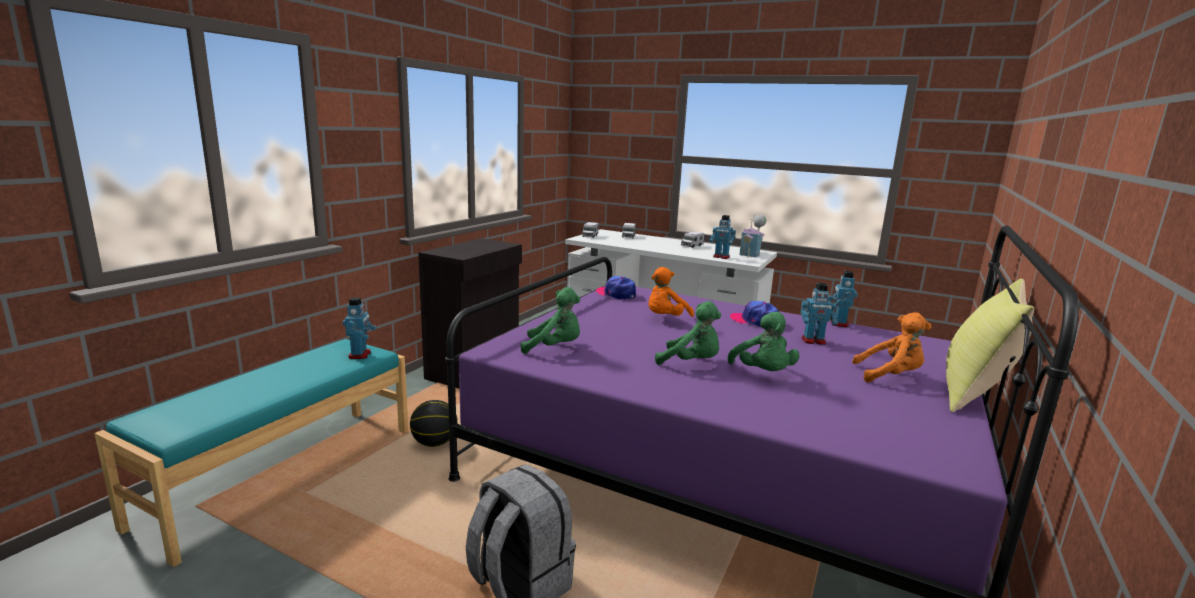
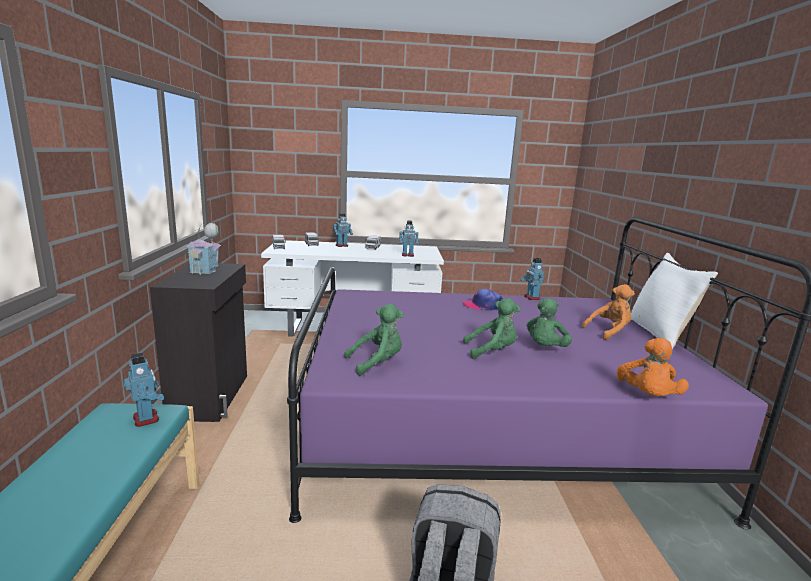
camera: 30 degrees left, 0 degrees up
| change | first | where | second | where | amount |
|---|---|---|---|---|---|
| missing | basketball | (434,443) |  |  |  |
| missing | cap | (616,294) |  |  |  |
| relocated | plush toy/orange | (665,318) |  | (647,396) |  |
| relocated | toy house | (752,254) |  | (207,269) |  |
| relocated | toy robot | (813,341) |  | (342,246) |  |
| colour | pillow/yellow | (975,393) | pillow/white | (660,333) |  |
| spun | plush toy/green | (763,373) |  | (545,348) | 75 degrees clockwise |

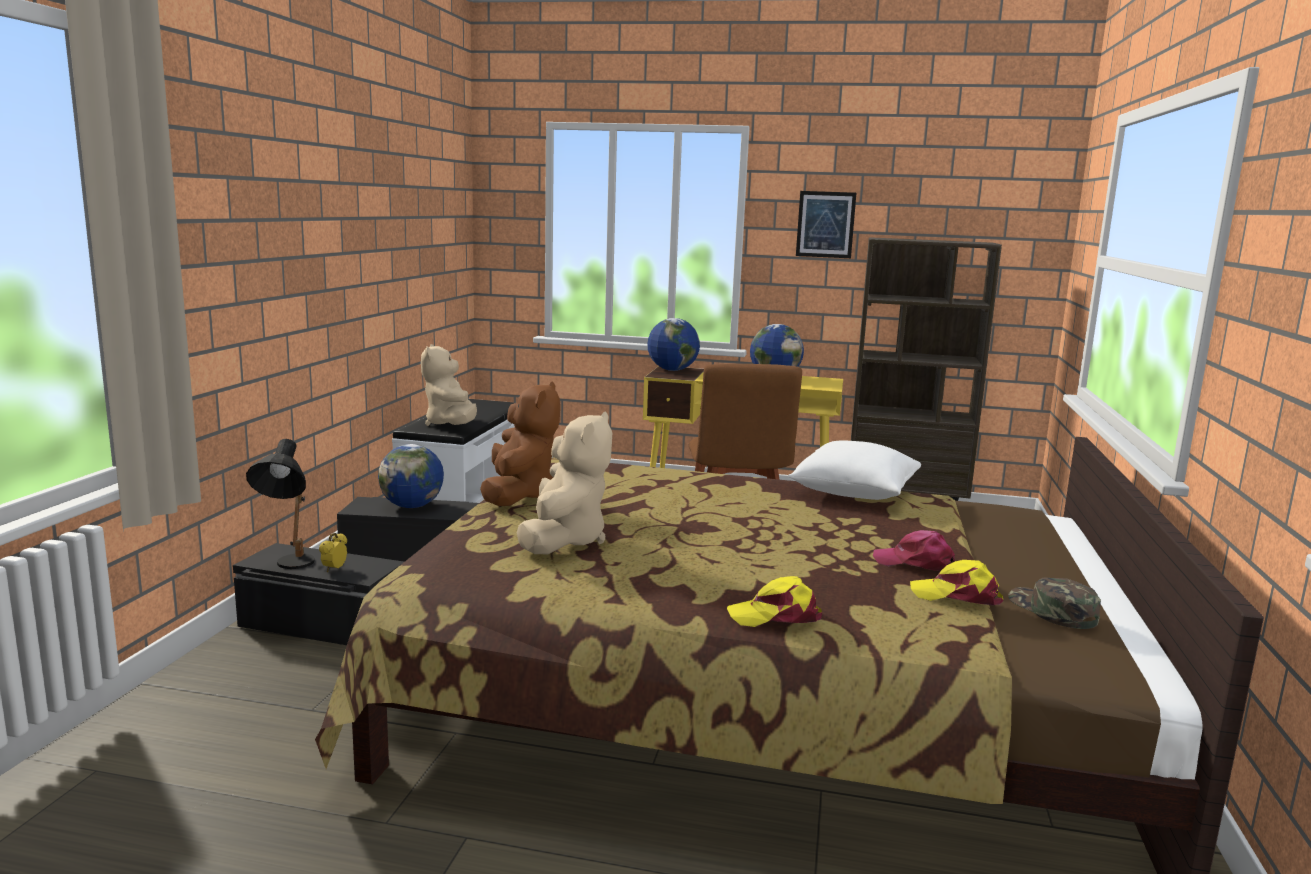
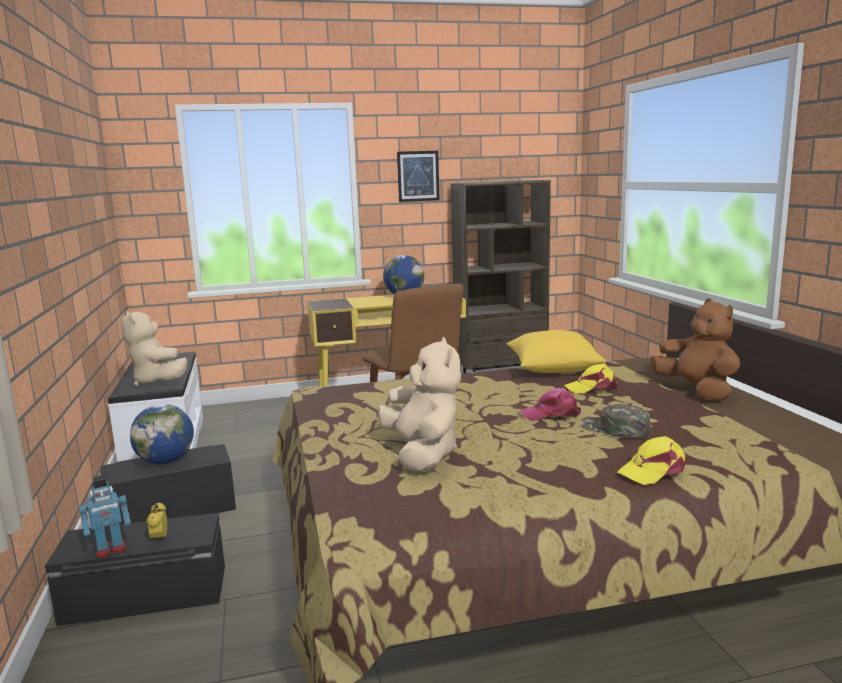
camera: 25 degrees left, 0 degrees up
| change | first | where | second | where | amount |
|---|---|---|---|---|---|
| missing | globe | (672,370) |  |  |  |
| relocated | plush toy/brown | (519,495) |  | (696,391) |  |
| relocated | cap/pink | (915,563) |  | (551,414) |  |
| relocated | cap/yellow | (957,595) |  | (592,387) |  |
| relocated | cap/green | (1051,610) |  | (614,429) |  |
| exchanged | table lamp/black | (289,567) | toy robot | (110,550) |  |
| colour | pillow/white | (853,493) | pillow/yellow | (553,369) |  |

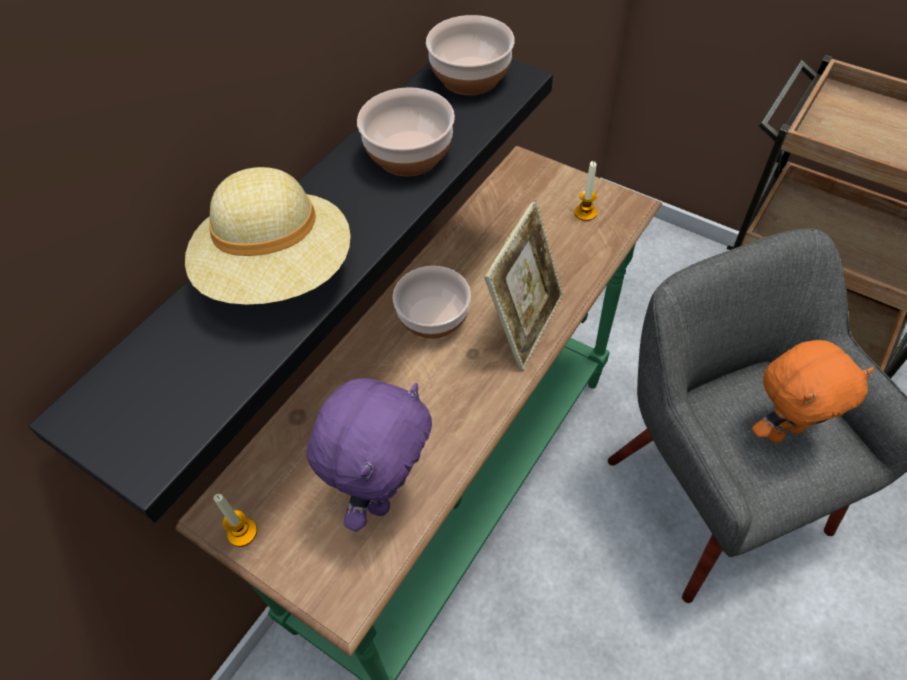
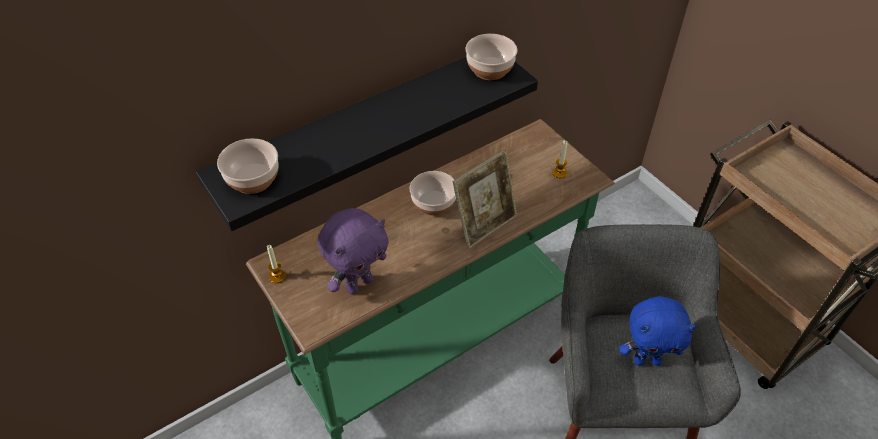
camera: 20 degrees right, 5 degrees down
| change | first | where | second | where | amount |
|---|---|---|---|---|---|
| missing | hat/beige | (278,273) |  |  |  |
| relocated | bowl | (409,155) |  | (253,180) |  |
| colour | plush toy/orange | (782,430) | plush toy/blue | (647,360) |  |

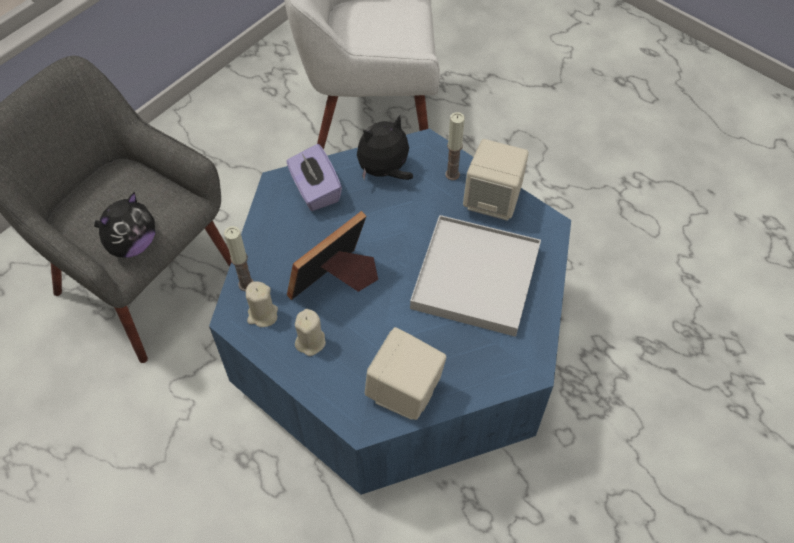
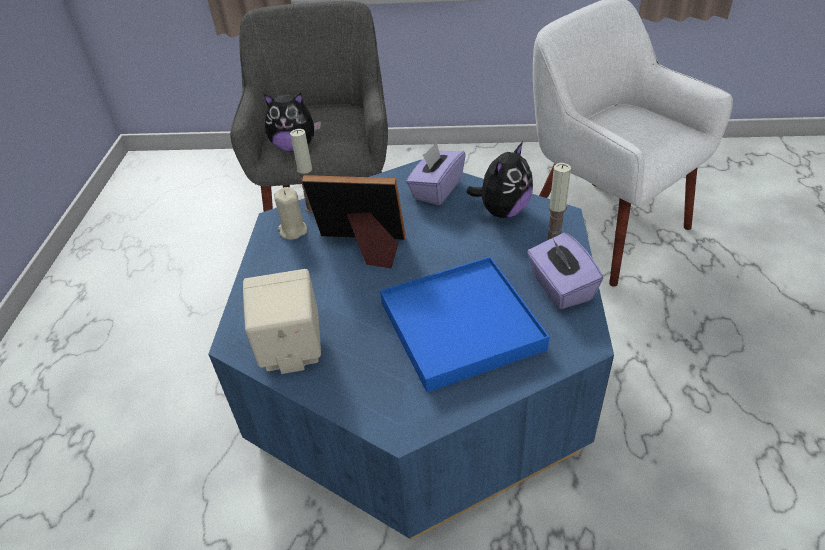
camera: 55 degrees right, 15 degrees down
| change | first | where | second | where | amount |
|---|---|---|---|---|---|
| missing | candle/beige | (310,342) |  |  |  |
| exchanged | speaker/beige | (493,200) | tissue box/purple | (560,287) |  |
| colour | tray/white | (476,278) | tray/blue | (461,326) |  |
| spun | plush toy | (385,171) |  | (502,211) | 105 degrees clockwise |

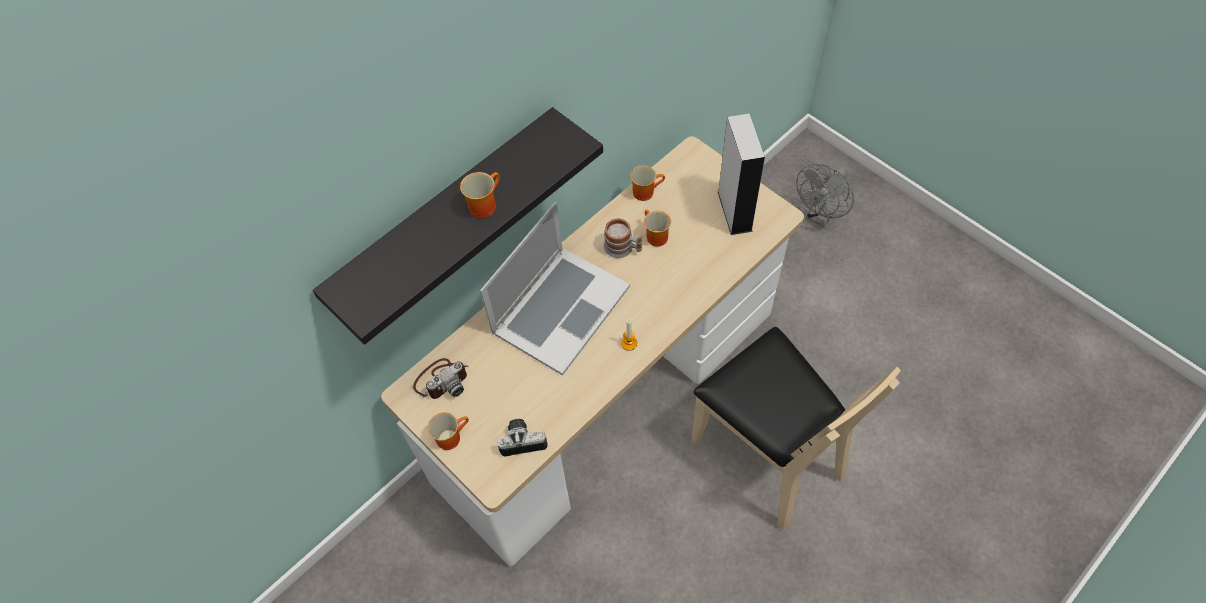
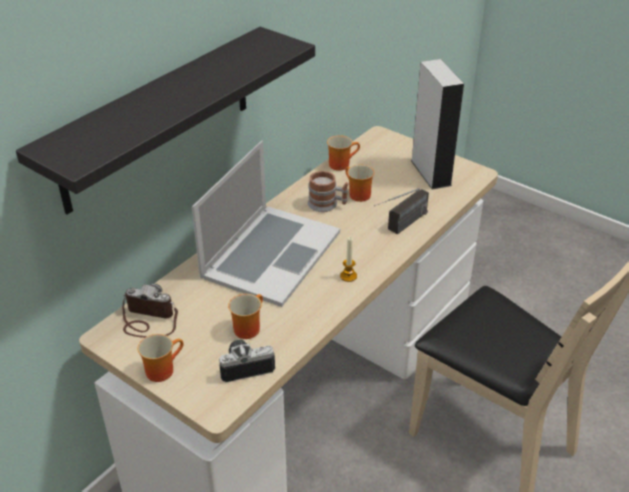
camera: 10 degrees left, 20 degrees down
| change | first | where | second | where | amount |
|---|---|---|---|---|---|
| missing | fan/grey | (820,216) |  |  |  |
| appeared |  |  | radio | (400,227) |  |
| relocated | mug | (483,204) |  | (247,327) |  |
| spun | photo camera | (442,380) |  | (148,320) | 120 degrees counterclockwise |

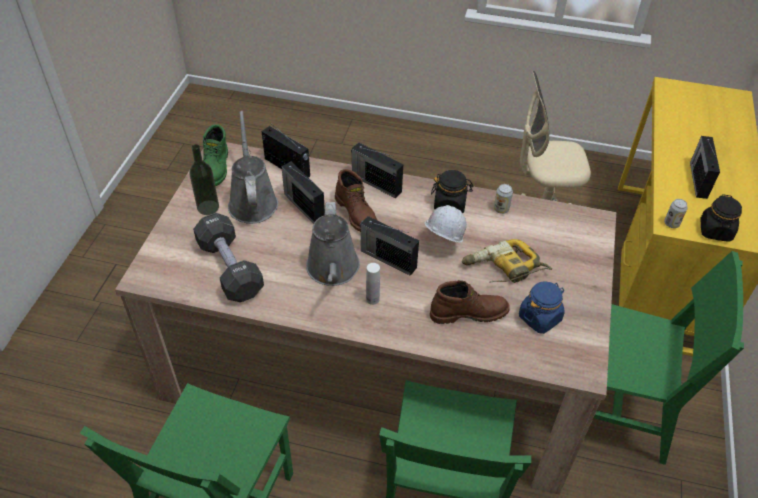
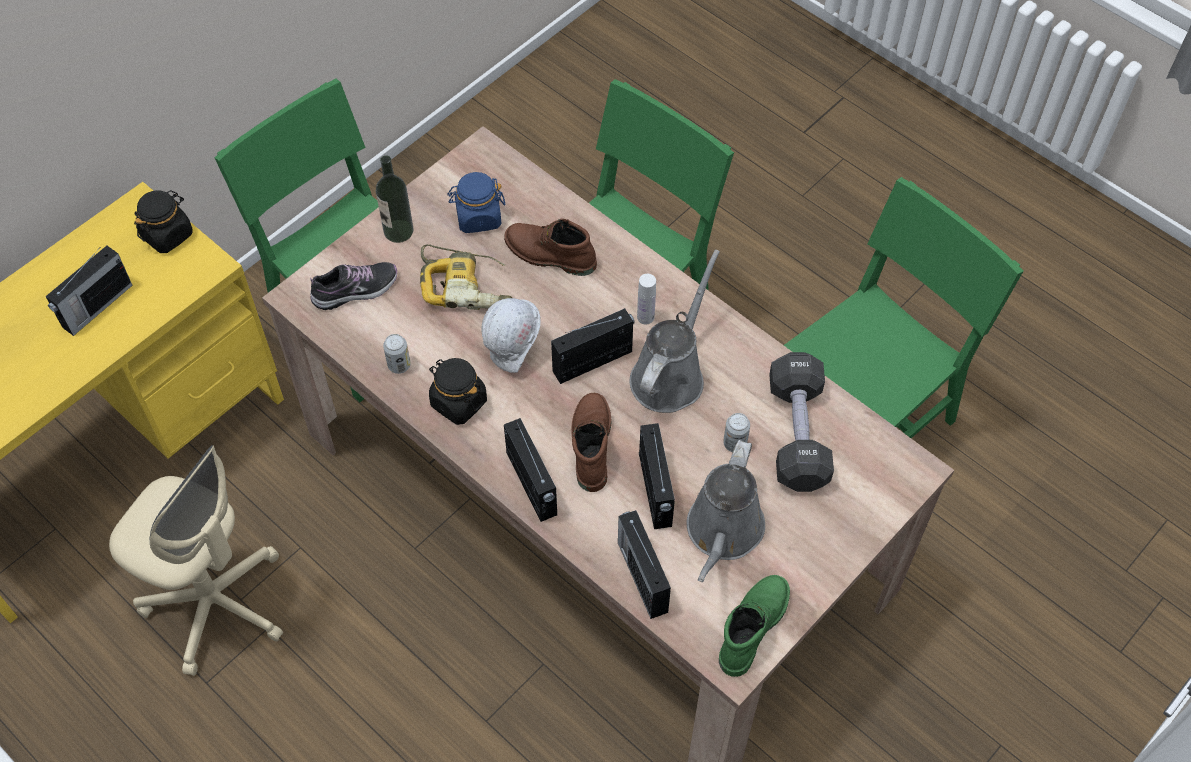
camera: 150 degrees left, 10 degrees up
| change | first | where | second | where | amount |
|---|---|---|---|---|---|
| appeared |  |  | shoe | (355,290) |  |
| relocated | bottle | (208,207) |  | (398,231) |  |
| relocated | can | (671,223) |  | (735,443) |  |
| spun | radio | (387,258) |  | (594,361) | 90 degrees counterclockwise |

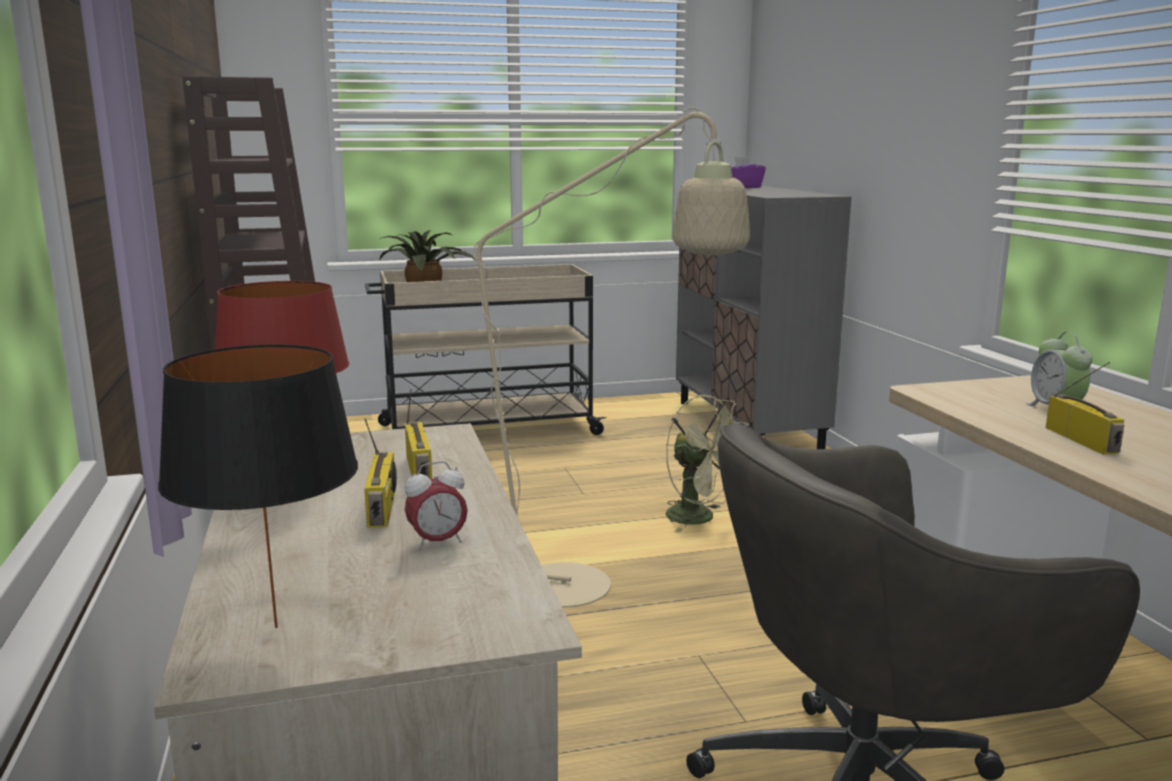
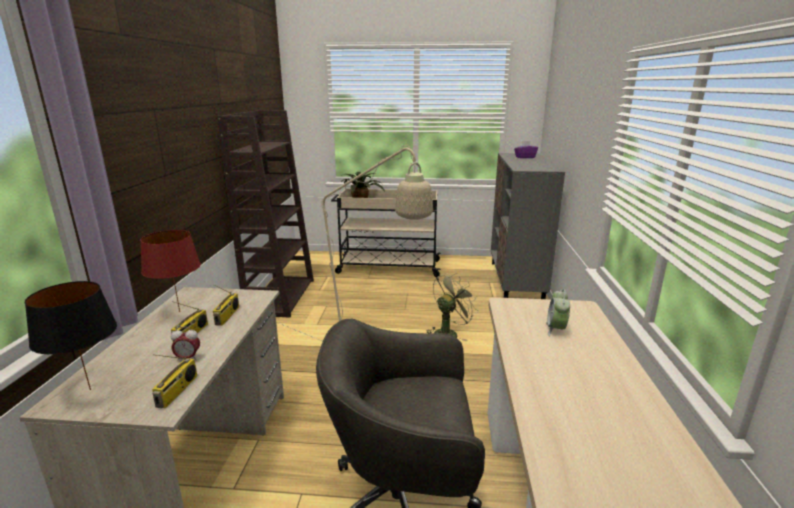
camera: 20 degrees right, 5 degrees up
| change | first | where | second | where | amount |
|---|---|---|---|---|---|
| relocated | radio | (1083,441) |  | (177,391) |  |
| spun | fan/green | (700,519) |  | (448,333) | 105 degrees counterclockwise |

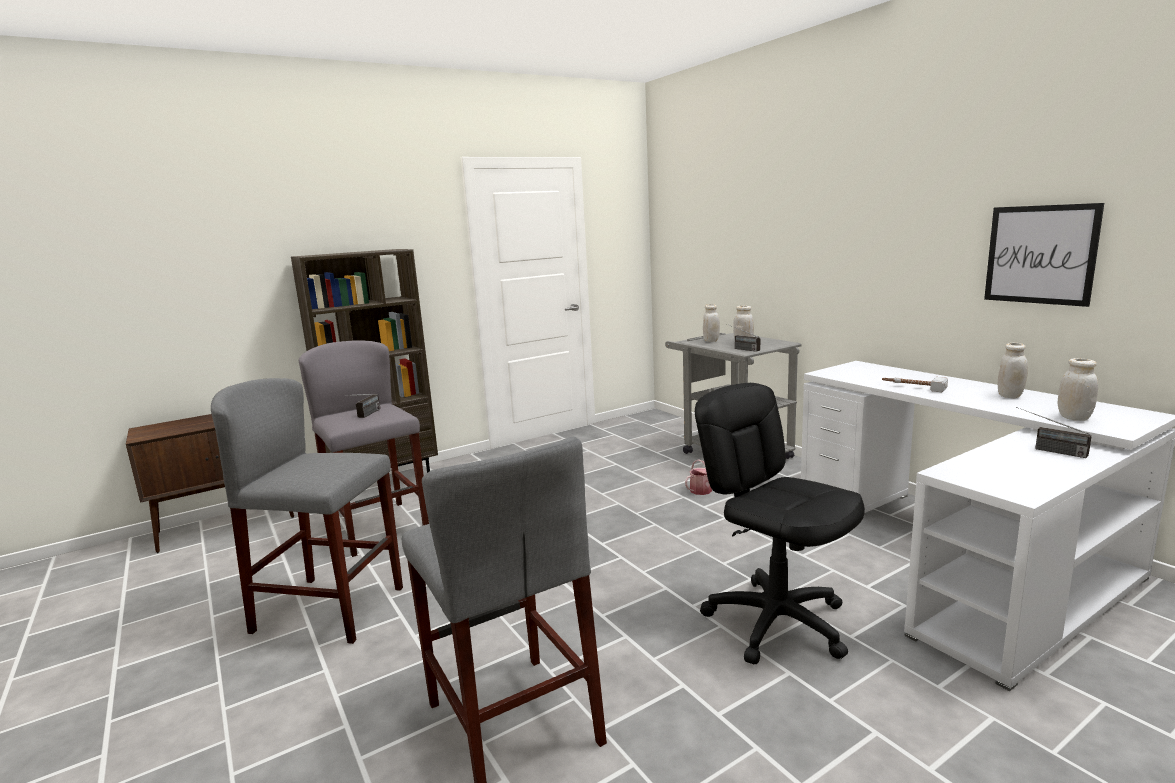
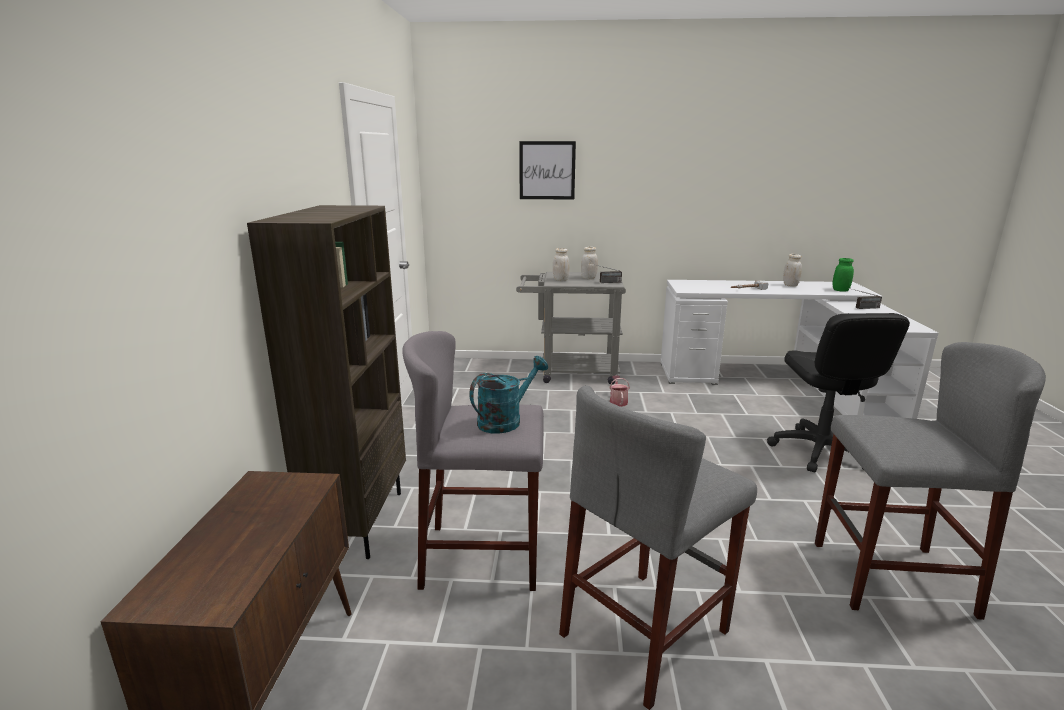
camera: 55 degrees left, 5 degrees up
| change | first | where | second | where | amount |
|---|---|---|---|---|---|
| relocated | picture | (1040,254) |  | (547,170) |  |
| exchanged | radio | (365,415) | watering can/turquoise | (505,420) |  |
| colour | jar/white | (1074,418) | jar/green | (840,290) |  |
| spun | office chair/black | (776,622) |  | (819,451) | 90 degrees counterclockwise |

